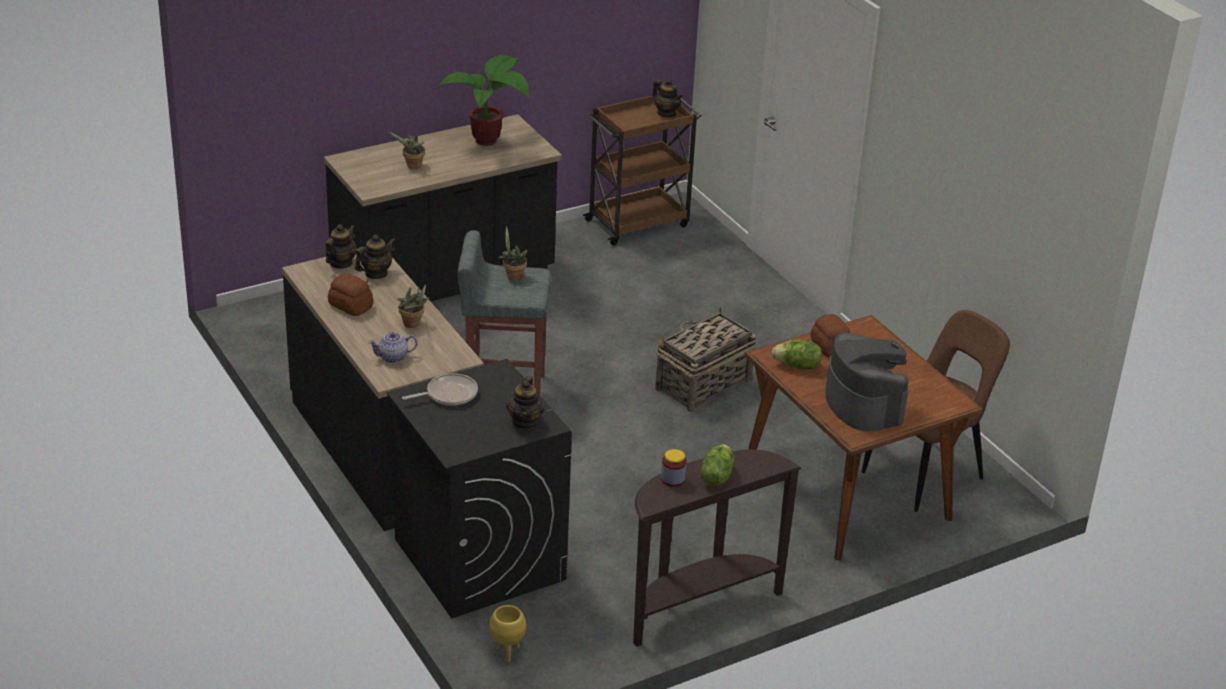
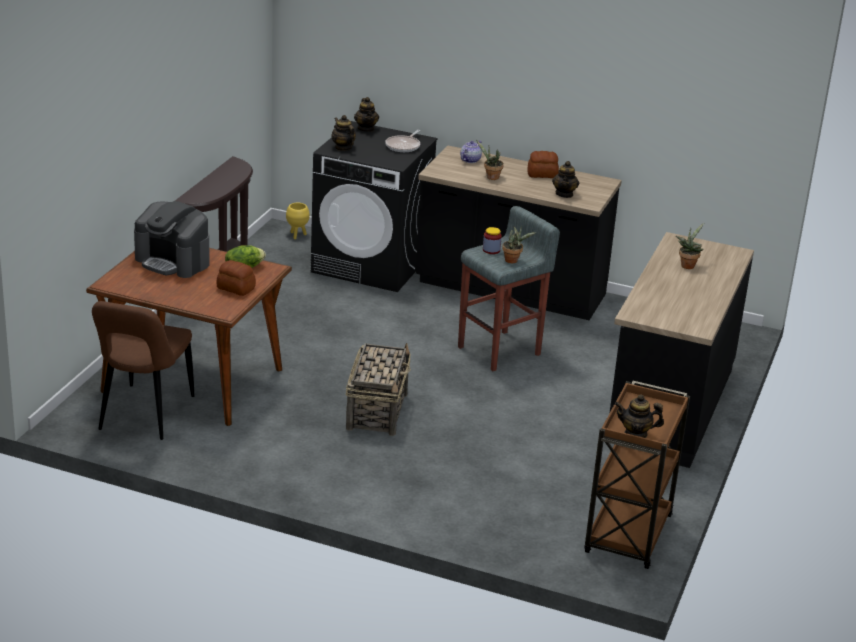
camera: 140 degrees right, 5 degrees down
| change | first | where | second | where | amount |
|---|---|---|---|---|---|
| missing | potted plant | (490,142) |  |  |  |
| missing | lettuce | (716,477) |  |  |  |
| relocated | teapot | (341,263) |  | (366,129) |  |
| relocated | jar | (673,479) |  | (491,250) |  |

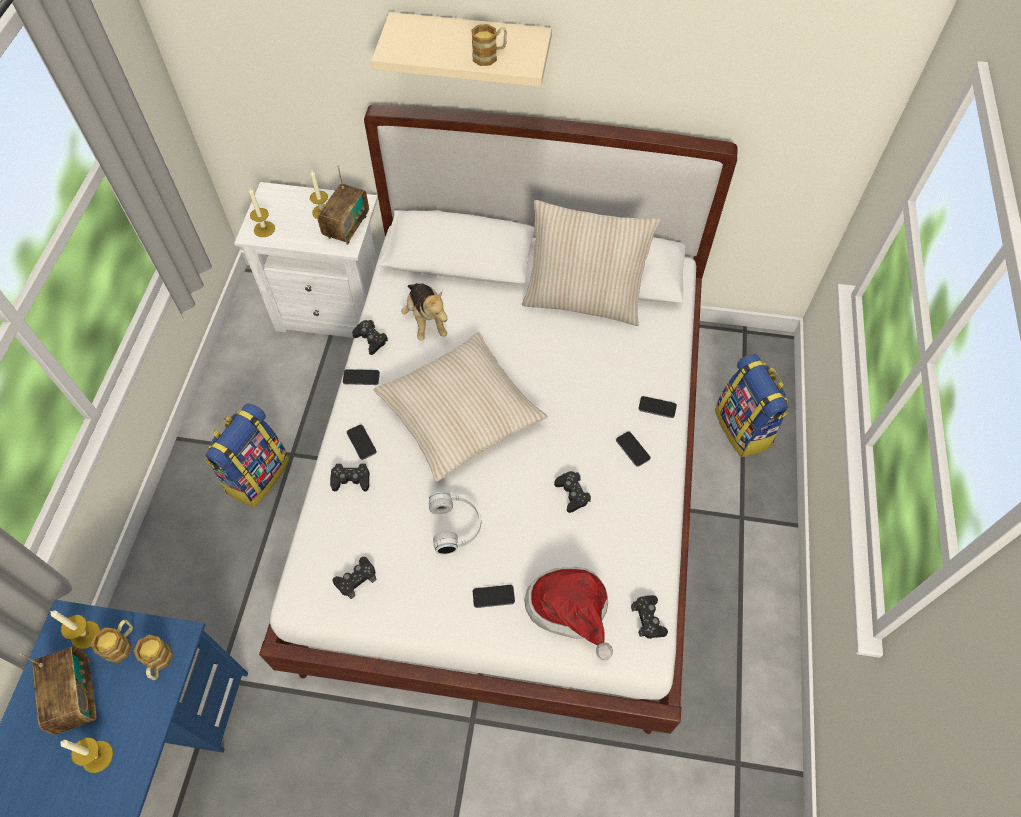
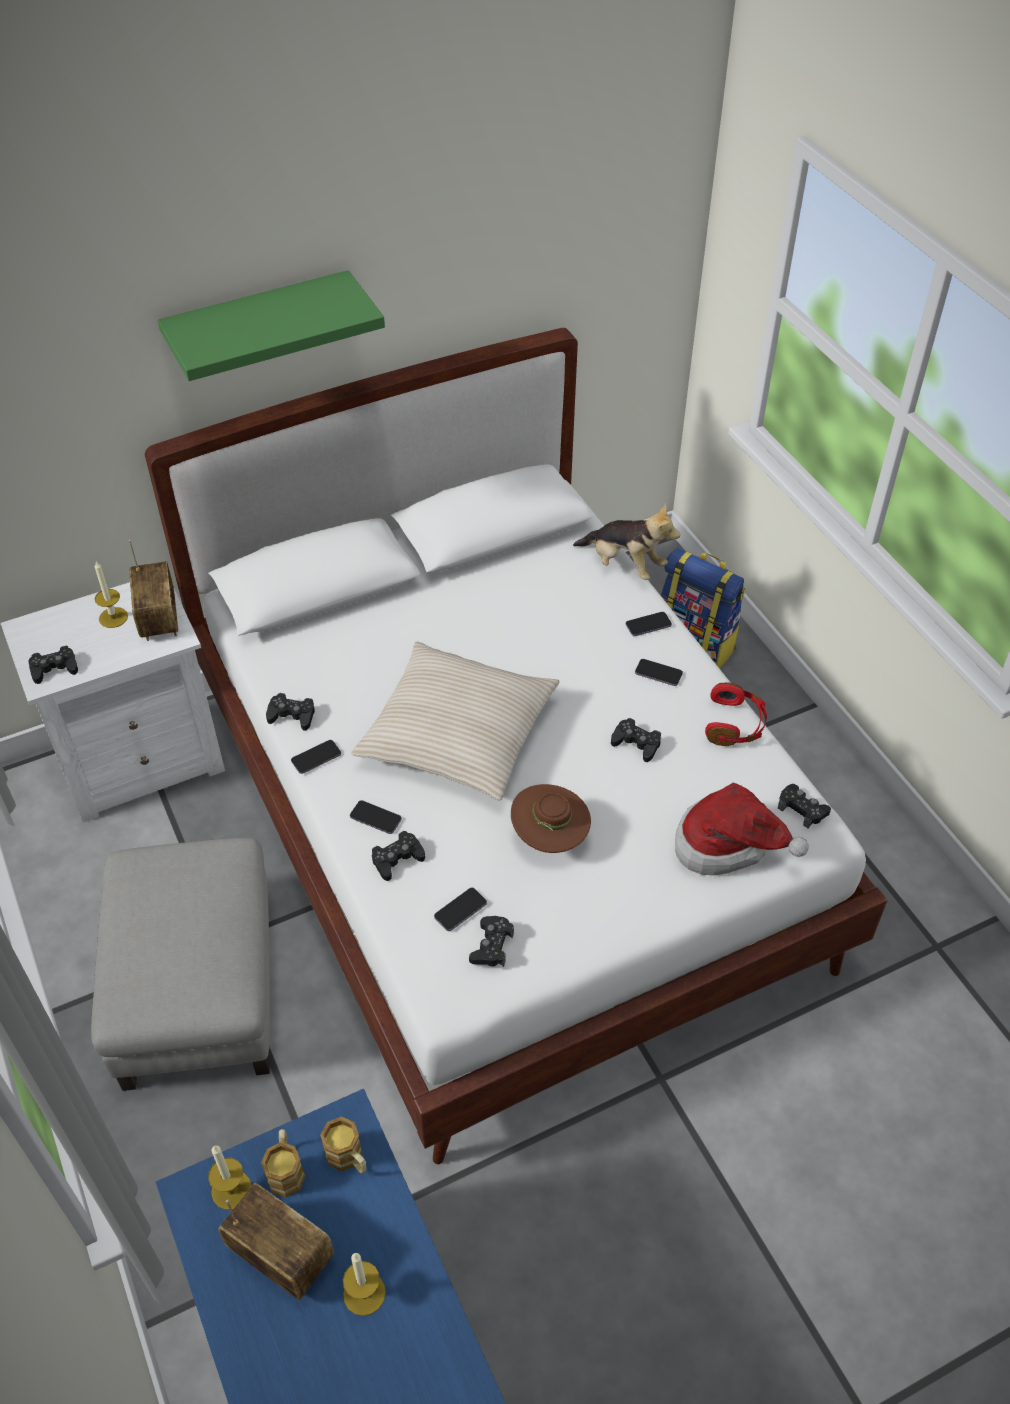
camera: 35 degrees left, 10 degrees down
| change | first | where | second | where | amount |
|---|---|---|---|---|---|
| missing | mug | (489,56) |  |  |  |
| missing | pillow/beige | (583,300) |  |  |  |
| appeared |  |  | headphones/red | (735,724) |  |
| relocated | plush toy | (426,320) |  | (624,565) |  |
| relocated | phone | (493,596) |  | (460,910) |  |
| exchanged | backpack | (257,474) | ottoman/grey | (197,989) |  |
| exchanged | candle | (264,229) | game controller/black | (54,668) |  |
| exchanged | headphones/white | (456,525) | hat/brown | (550,836) |  |
| colour | shelf/beige | (471,46) | shelf/green | (260,326) |  |

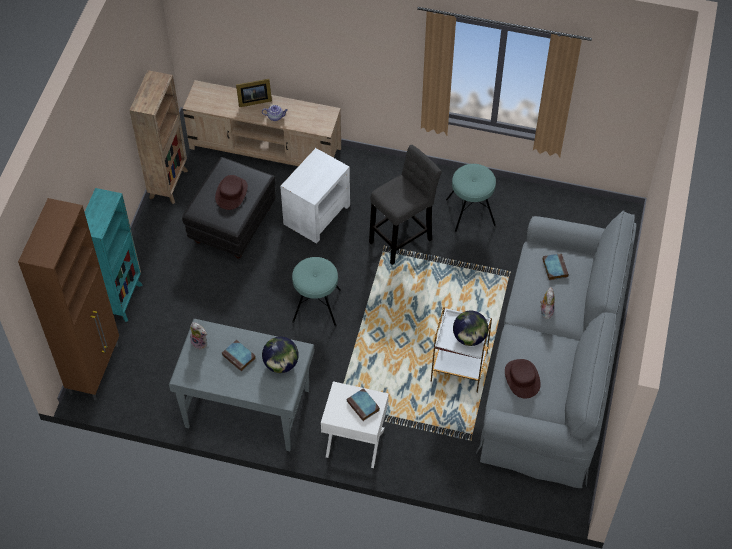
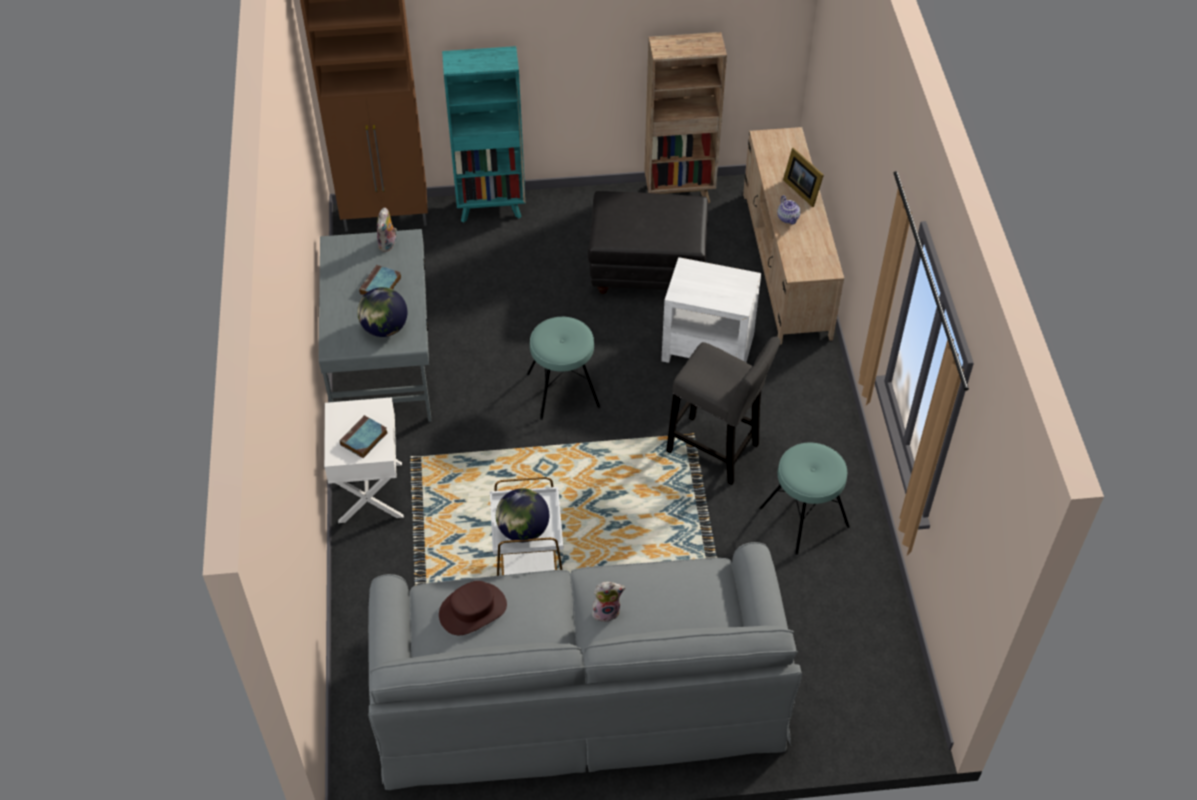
camera: 70 degrees right, 5 degrees down
| change | first | where | second | where | amount |
|---|---|---|---|---|---|
| missing | hat/brown | (231,193) |  |  |  |
| missing | book | (554,267) |  |  |  |

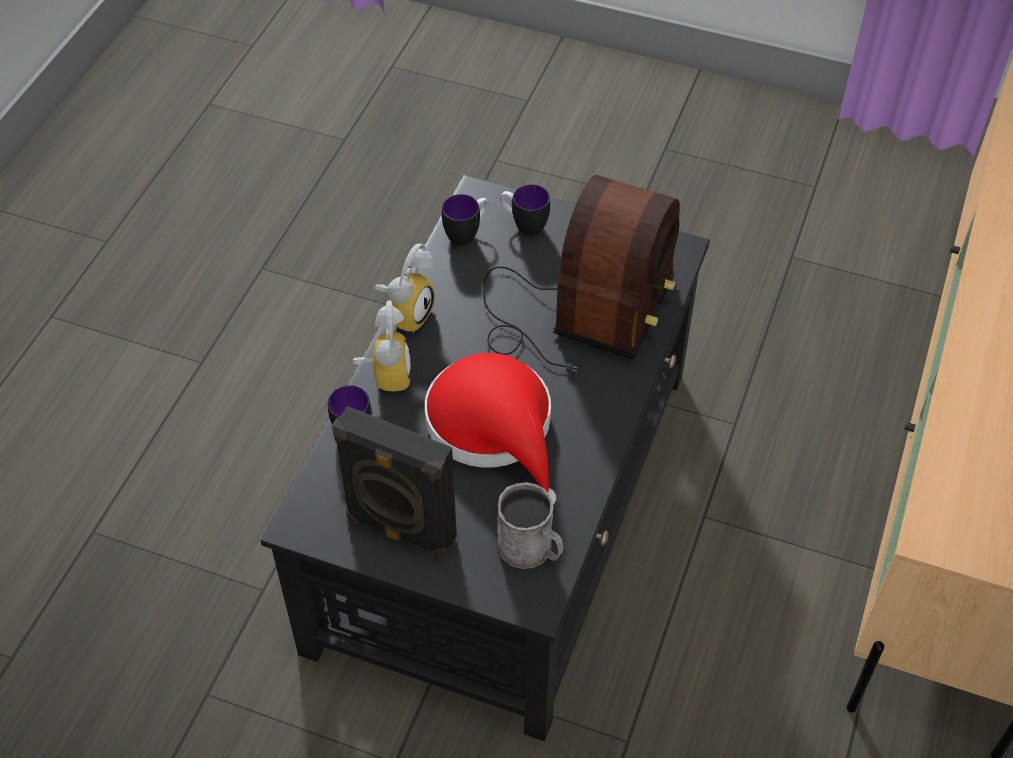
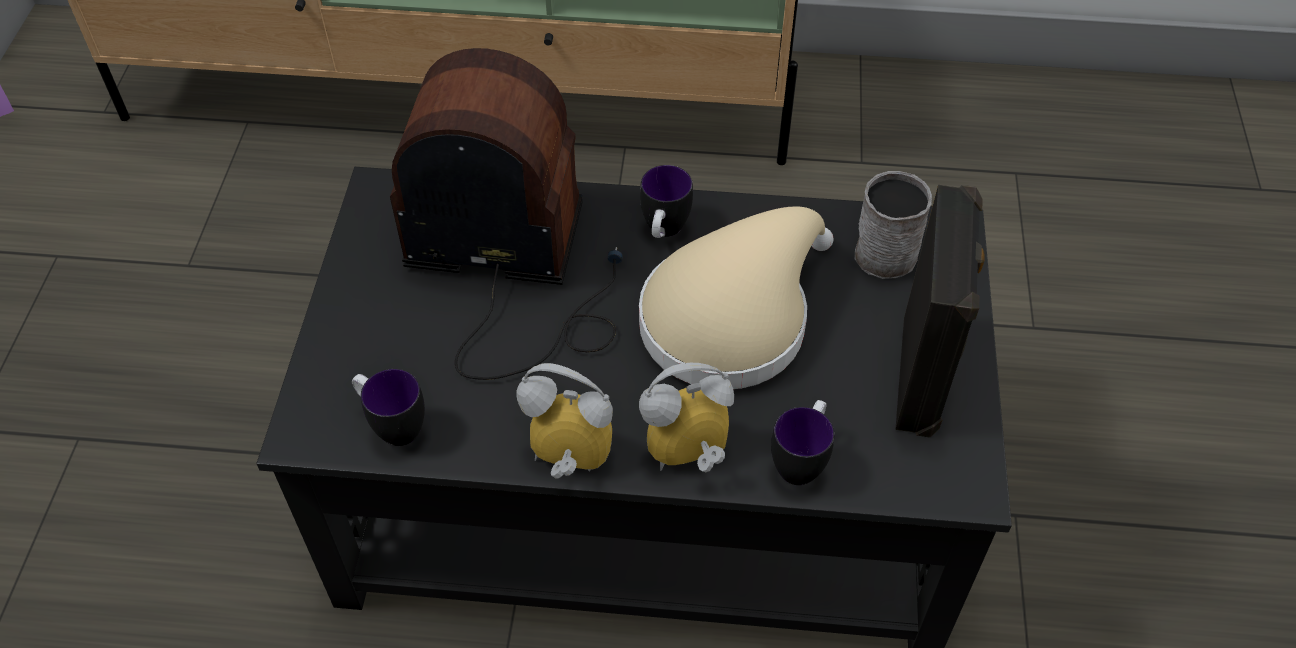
camera: 105 degrees left, 0 degrees up
| change | first | where | second | where | amount |
|---|---|---|---|---|---|
| relocated | mug | (524,226) |  | (663,233) |  |
| colour | hat/red | (495,428) | hat/beige | (732,316) |  |

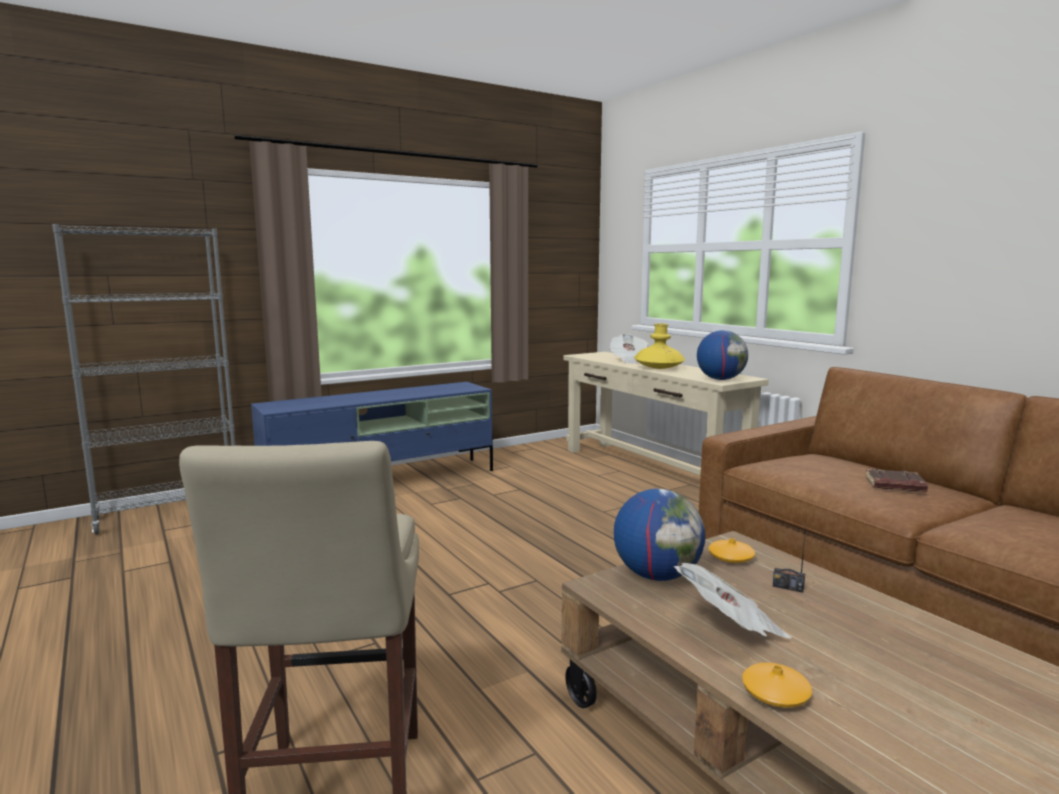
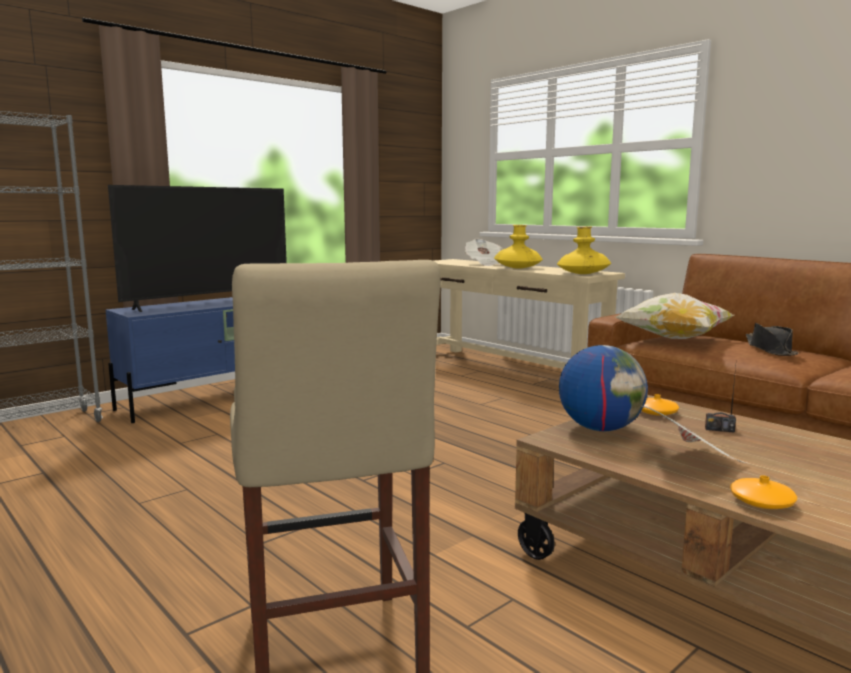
camera: 10 degrees left, 0 degrees up
| change | first | where | second | where | amount |
|---|---|---|---|---|---|
| appeared |  |  | television | (210,302) |  |
| appeared |  |  | pillow | (673,338) |  |
| exchanged | globe | (720,379) | vase/yellow | (583,274) |  |
| exchanged | book/brown | (894,485) | hat/black | (770,349) |  |

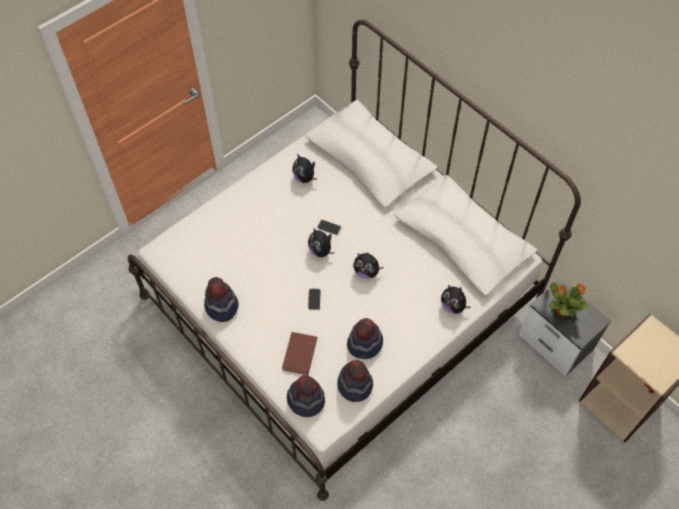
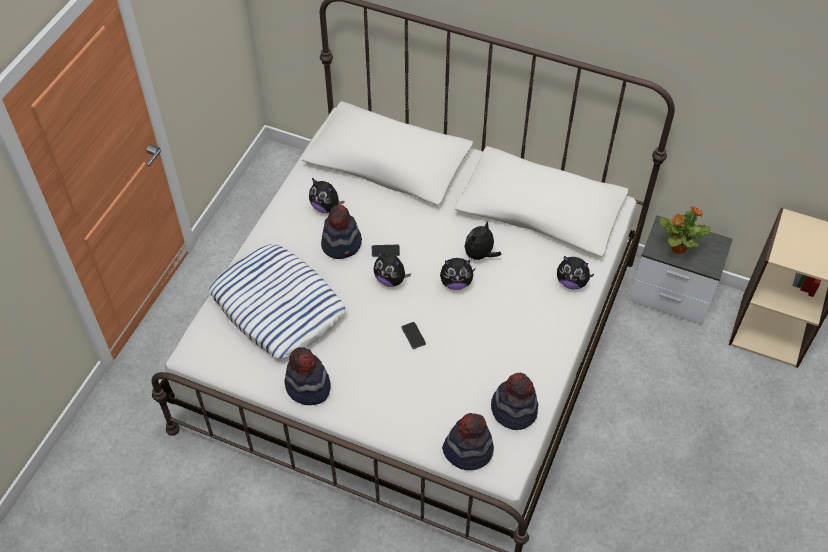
camera: 25 degrees left, 5 degrees down
| change | first | where | second | where | amount |
|---|---|---|---|---|---|
| missing | book/brown | (298,354) |  |  |  |
| appeared |  |  | pillow | (278,306) |  |
| appeared |  |  | plush toy | (480,255) |  |
| relocated | hat | (365,344) |  | (342,244) |  |

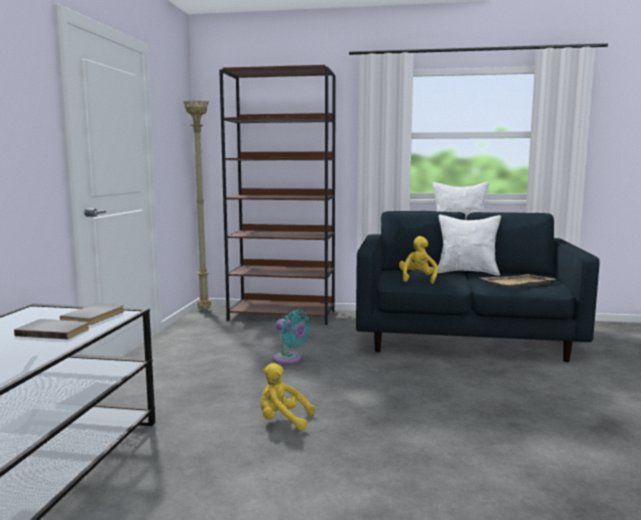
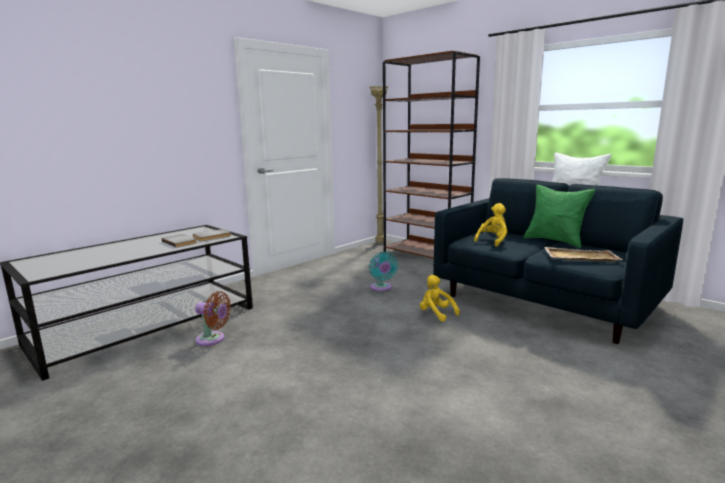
camera: 35 degrees right, 5 degrees up
| change | first | where | second | where | amount |
|---|---|---|---|---|---|
| appeared |  |  | fan/brown | (213,339) |  |
| relocated | plush toy/yellow | (282,421) |  | (436,314) |  |
| colour | pillow/white | (467,272) | pillow/green | (555,241) |  |

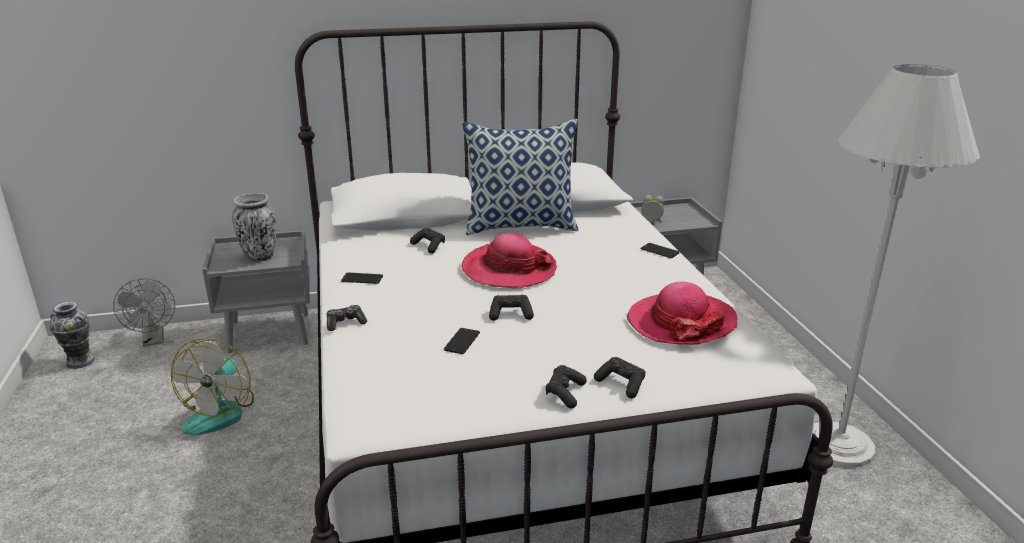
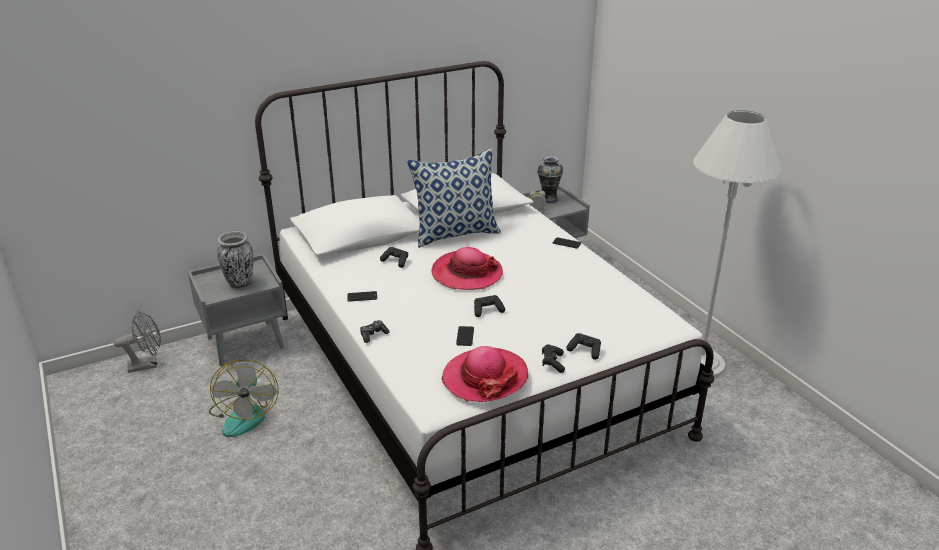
camera: 15 degrees left, 5 degrees up
| change | first | where | second | where | amount |
|---|---|---|---|---|---|
| relocated | vase | (80,362) |  | (548,199) |  |
| relocated | hat | (681,322) |  | (485,377) |  |
| spun | fan/grey | (154,340) |  | (148,364) | 75 degrees counterclockwise |

